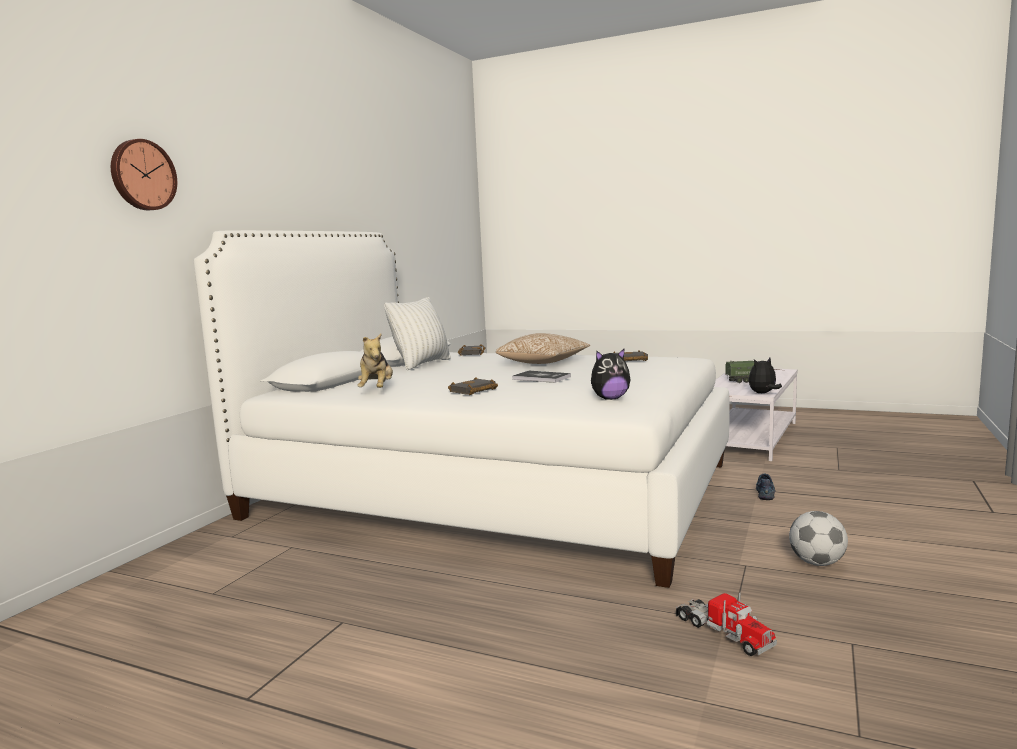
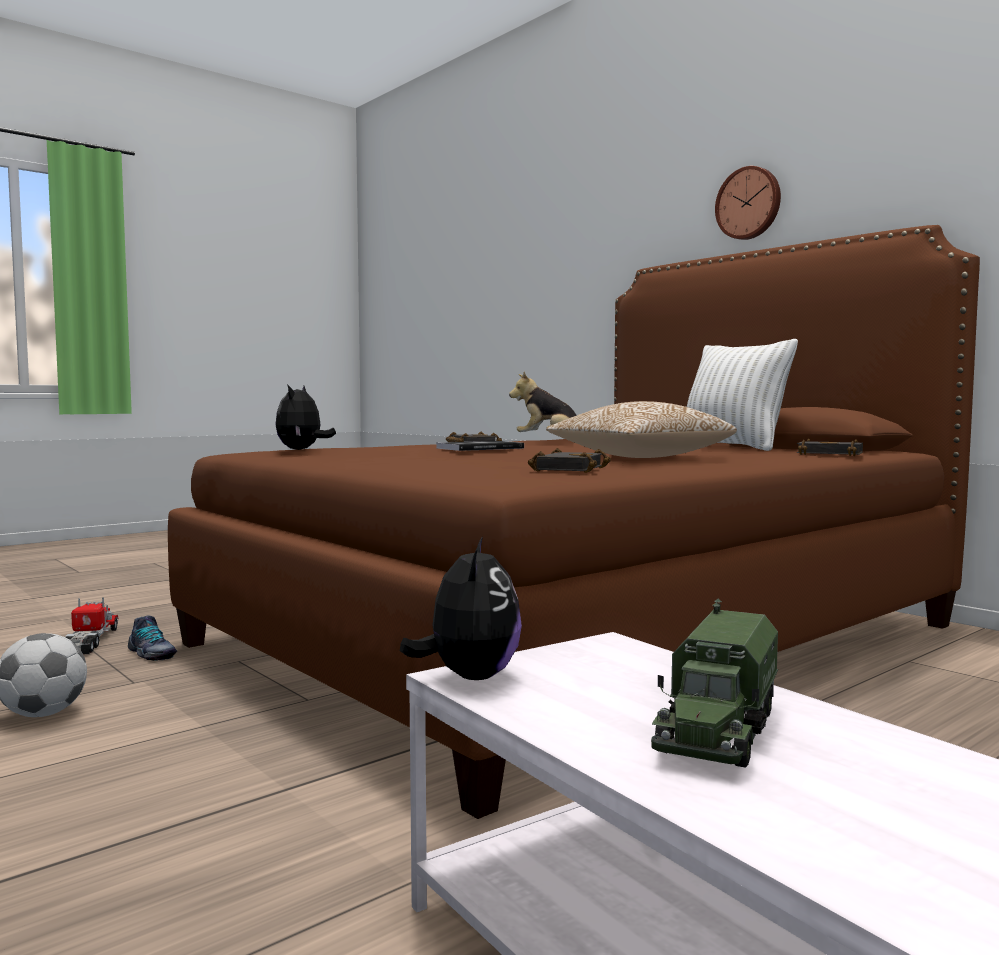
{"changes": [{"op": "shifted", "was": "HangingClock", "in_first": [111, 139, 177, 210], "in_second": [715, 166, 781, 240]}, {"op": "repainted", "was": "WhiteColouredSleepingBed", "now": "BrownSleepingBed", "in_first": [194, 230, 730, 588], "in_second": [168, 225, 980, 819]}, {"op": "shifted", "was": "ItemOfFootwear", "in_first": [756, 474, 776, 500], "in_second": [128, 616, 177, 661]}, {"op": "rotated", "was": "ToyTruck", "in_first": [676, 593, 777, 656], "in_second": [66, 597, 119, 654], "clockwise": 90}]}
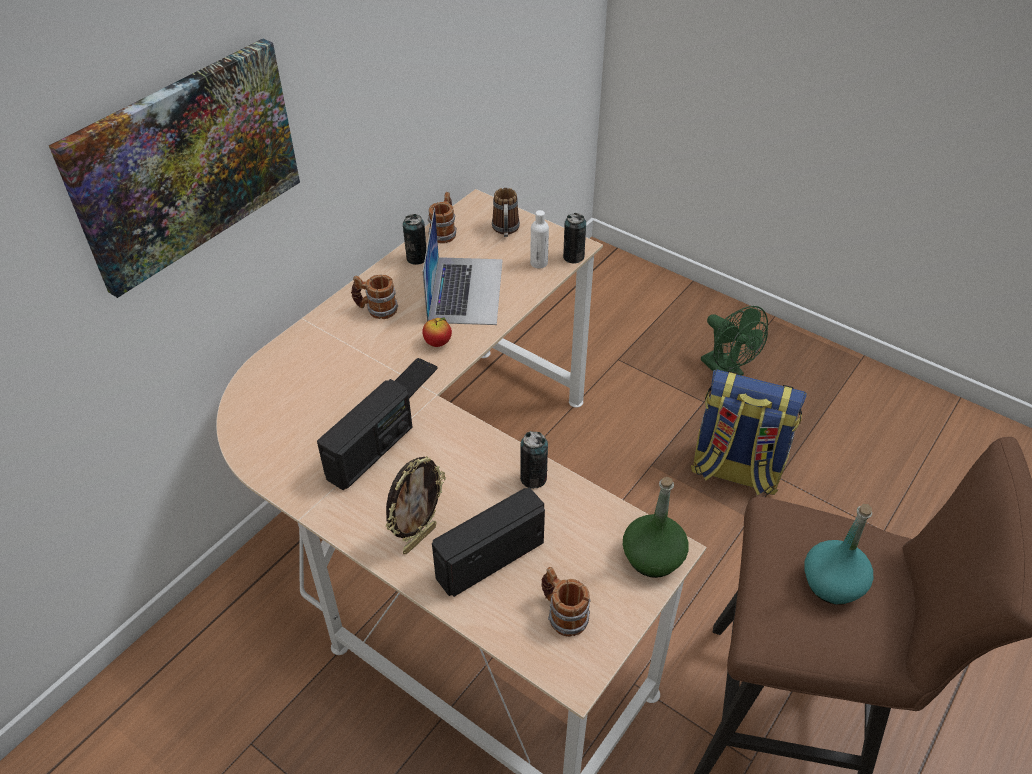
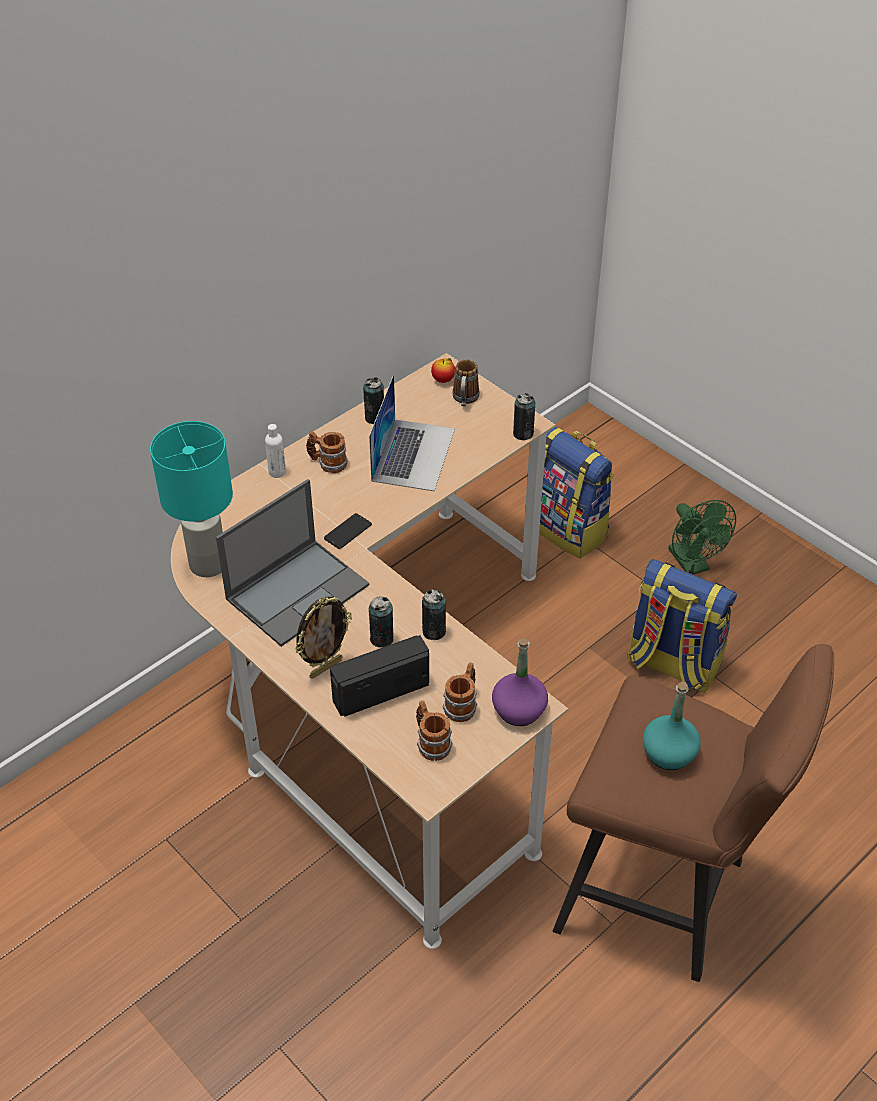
{"changes": [{"op": "gone", "was": "WallArt", "in_first": [49, 39, 300, 298]}, {"op": "shifted", "was": "Mug", "in_first": [428, 192, 457, 243], "in_second": [443, 662, 477, 722]}, {"op": "shifted", "was": "WhiteColouredBottle", "in_first": [530, 210, 549, 269], "in_second": [265, 424, 286, 478]}, {"op": "shifted", "was": "Apple", "in_first": [422, 317, 452, 347], "in_second": [431, 358, 455, 383]}, {"op": "swapped", "was": "RadioSet", "now": "Laptop", "in_first": [317, 379, 412, 490], "in_second": [216, 479, 369, 647]}, {"op": "repainted", "was": "GreenBottle", "now": "PurpleColouredBottle", "in_first": [623, 477, 689, 578], "in_second": [492, 638, 548, 726]}, {"op": "new", "now": "TurquoiseTabletopLamp", "in_second": [150, 421, 233, 577]}, {"op": "new", "now": "Rucksack", "in_second": [539, 426, 614, 558]}, {"op": "new", "now": "MetalCan", "in_second": [369, 596, 393, 648]}]}
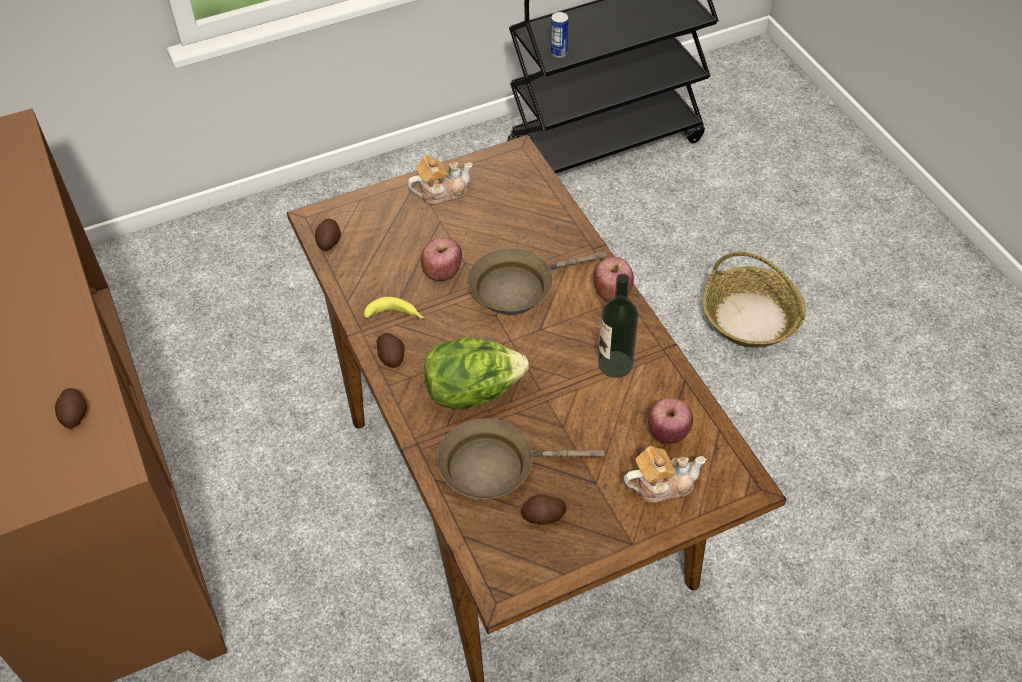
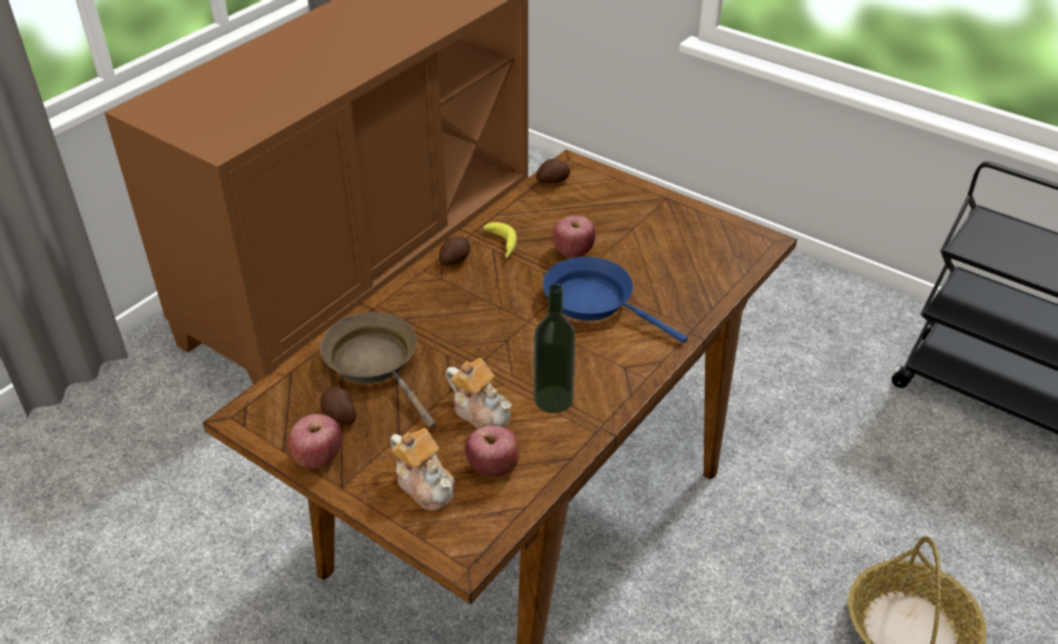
{"changes": [{"op": "gone", "was": "MetalCan", "in_first": [551, 12, 568, 58]}, {"op": "shifted", "was": "TeaPot", "in_first": [407, 155, 473, 205], "in_second": [446, 358, 512, 429]}, {"op": "repainted", "was": "BrownFryingPan", "now": "BlueColouredFryingPan", "in_first": [468, 248, 607, 315], "in_second": [543, 257, 688, 343]}, {"op": "shifted", "was": "Apple", "in_first": [593, 257, 634, 302], "in_second": [288, 414, 342, 469]}, {"op": "gone", "was": "HeadOfLettuce", "in_first": [424, 337, 529, 409]}, {"op": "gone", "was": "WholePotato", "in_first": [55, 388, 87, 429]}]}
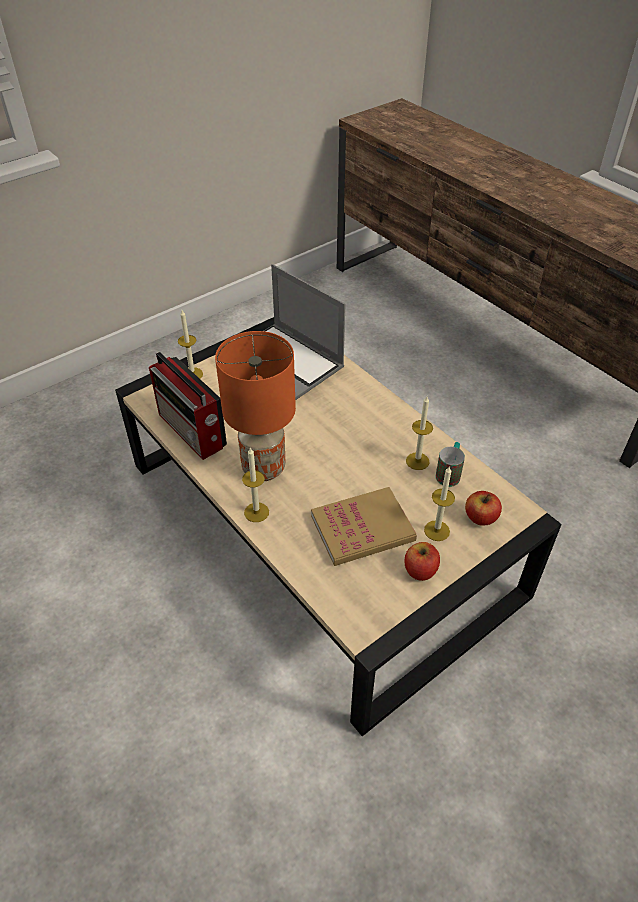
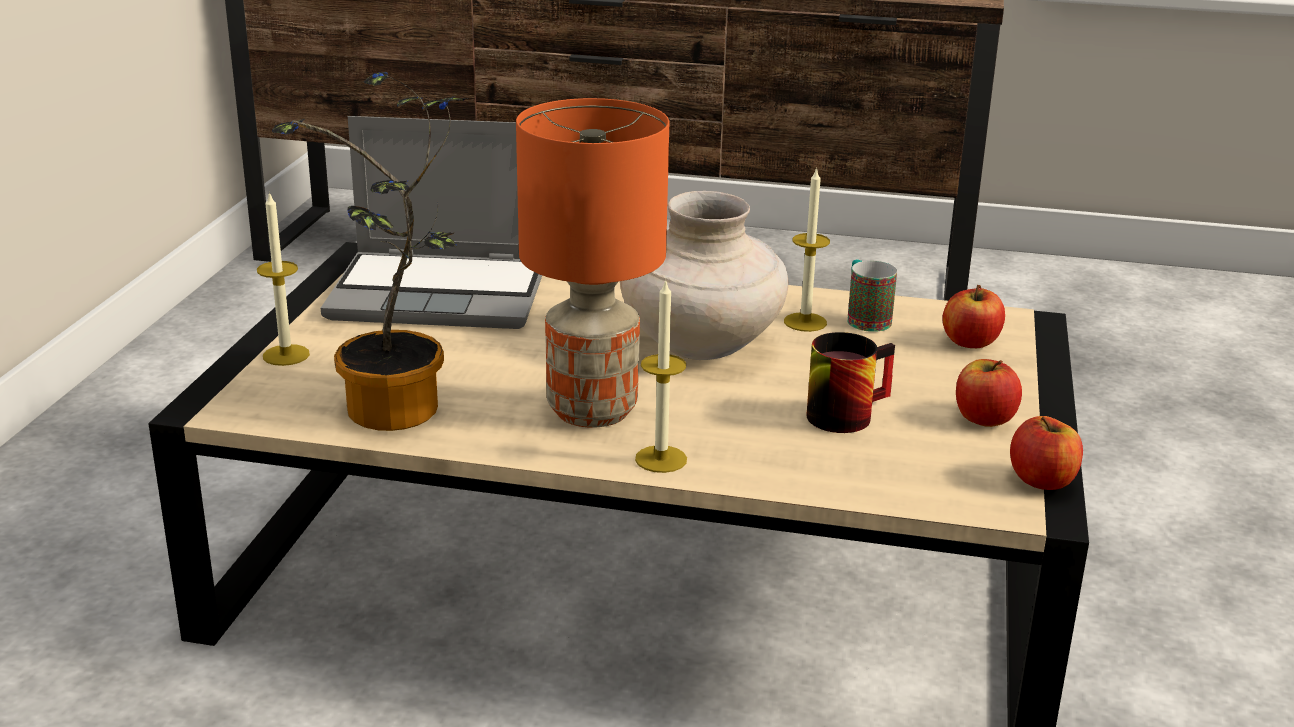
{"changes": [{"op": "swapped", "was": "RadioSet", "now": "PlantInAPot", "in_first": [149, 352, 227, 460], "in_second": [272, 72, 469, 431]}, {"op": "gone", "was": "Candle", "in_first": [424, 466, 455, 541]}, {"op": "swapped", "was": "Volume", "now": "Mug", "in_first": [311, 487, 417, 566], "in_second": [806, 332, 895, 433]}, {"op": "new", "now": "BeigeVase", "in_second": [620, 191, 788, 360]}, {"op": "new", "now": "Apple", "in_second": [1010, 416, 1083, 490]}]}
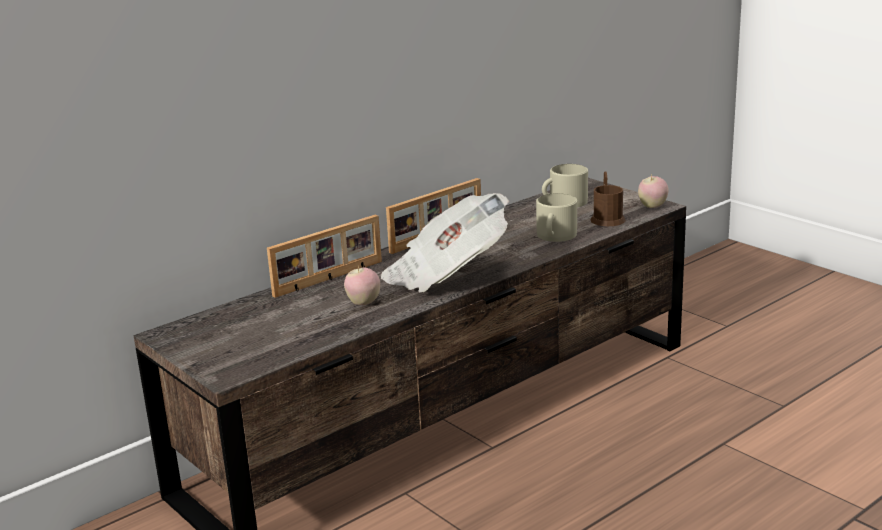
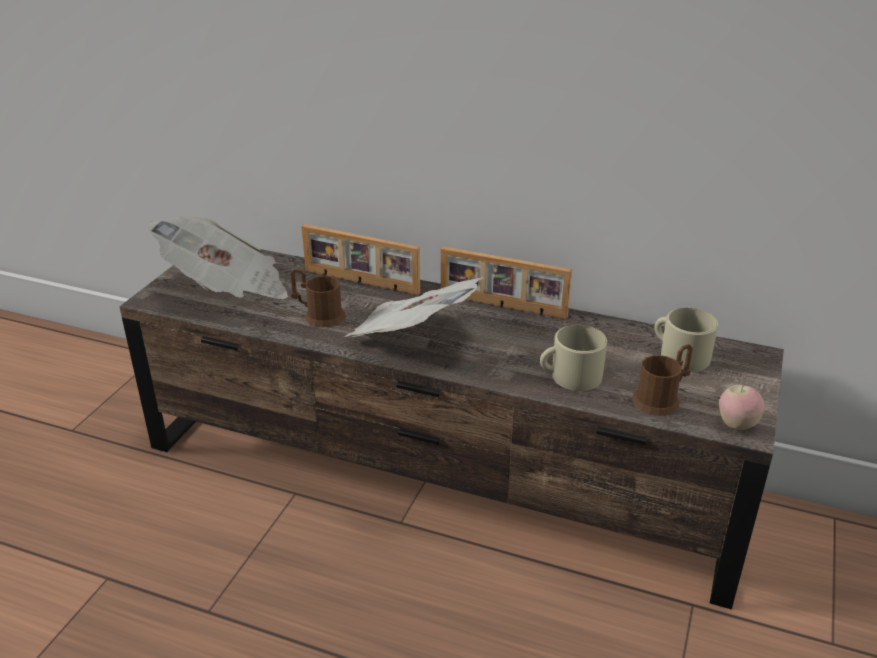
{"changes": [{"op": "swapped", "was": "Apple", "now": "BrownMug", "in_first": [344, 265, 380, 305], "in_second": [291, 269, 346, 327]}, {"op": "new", "now": "PrintedPaper", "in_second": [148, 217, 289, 299]}]}
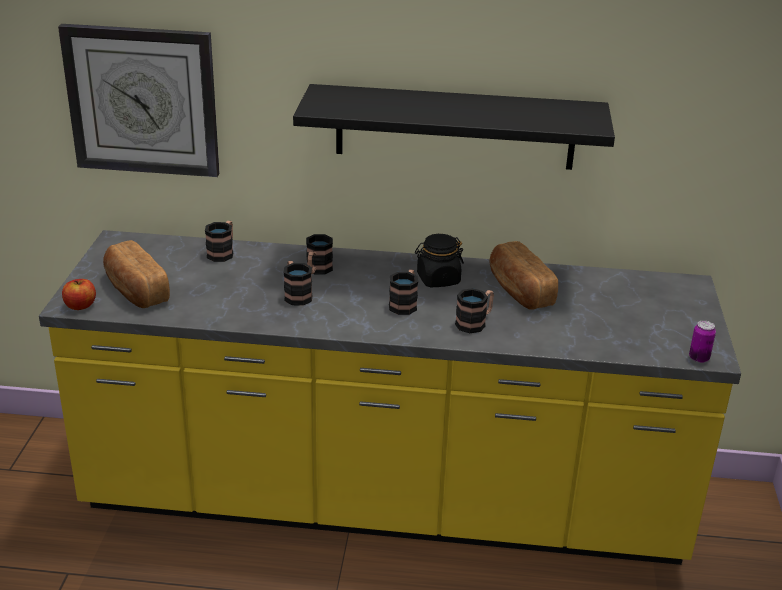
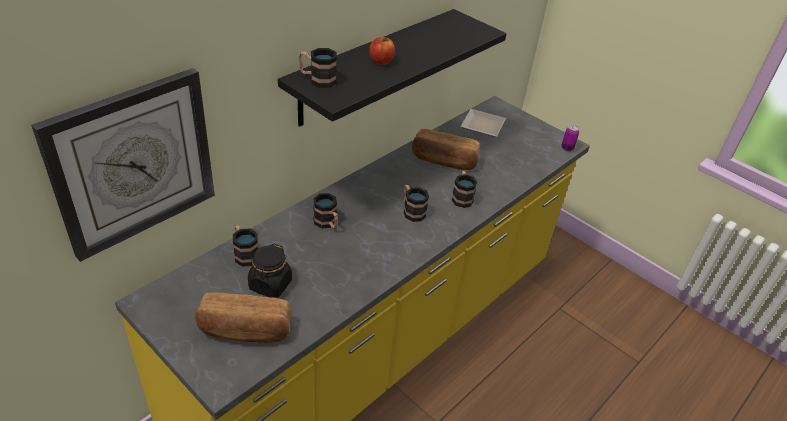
{"changes": [{"op": "shifted", "was": "BlackPreserveJar", "in_first": [415, 234, 464, 287], "in_second": [248, 244, 292, 298]}, {"op": "shifted", "was": "Mug", "in_first": [284, 261, 312, 306], "in_second": [299, 48, 337, 88]}, {"op": "shifted", "was": "Apple", "in_first": [62, 279, 96, 310], "in_second": [369, 37, 395, 65]}, {"op": "new", "now": "DinnerPlate", "in_second": [460, 109, 506, 137]}]}
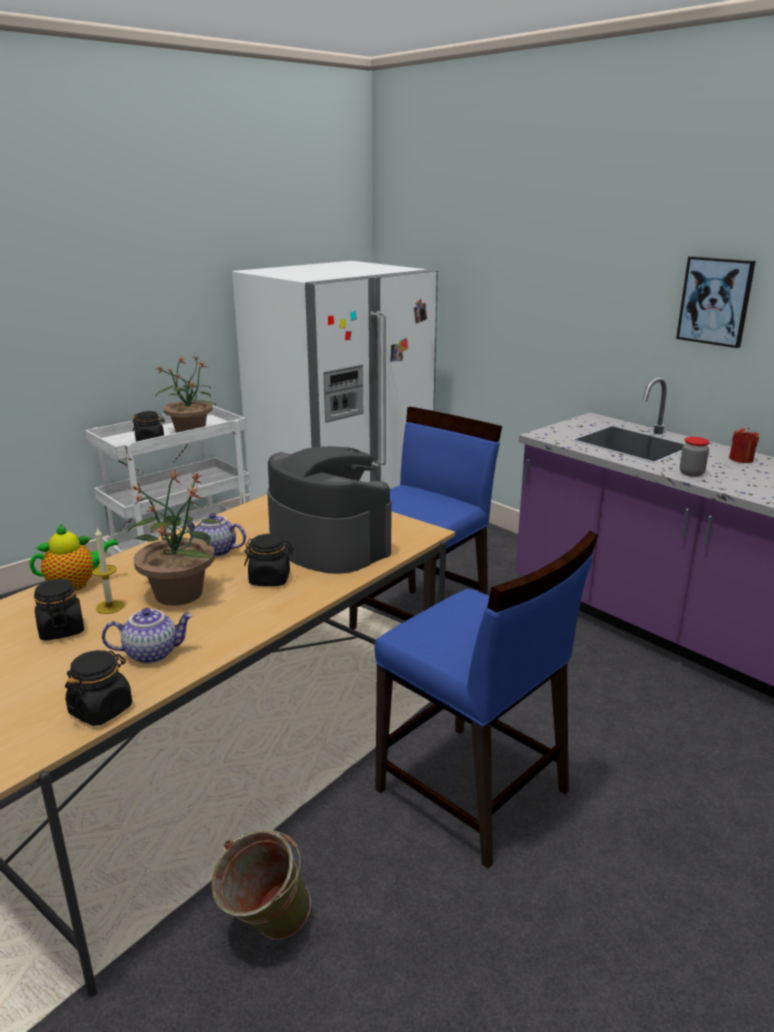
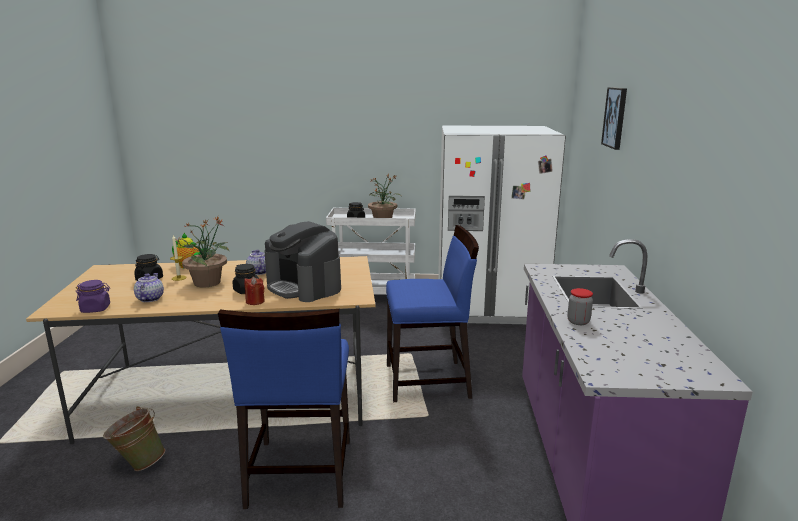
{"changes": [{"op": "shifted", "was": "WallArt", "in_first": [676, 256, 756, 348], "in_second": [601, 87, 627, 150]}, {"op": "shifted", "was": "RedCandle", "in_first": [729, 427, 759, 463], "in_second": [244, 277, 265, 305]}, {"op": "rotated", "was": "CoffeeBrewer", "in_first": [267, 446, 391, 574], "in_second": [264, 221, 341, 302], "clockwise": 135}, {"op": "rotated", "was": "TeaPot", "in_first": [102, 608, 193, 664], "in_second": [134, 273, 164, 302], "clockwise": -120}, {"op": "repainted", "was": "BlackPreserveJar", "now": "PurpleColouredPreserveJar", "in_first": [65, 650, 132, 726], "in_second": [75, 280, 110, 313]}]}
